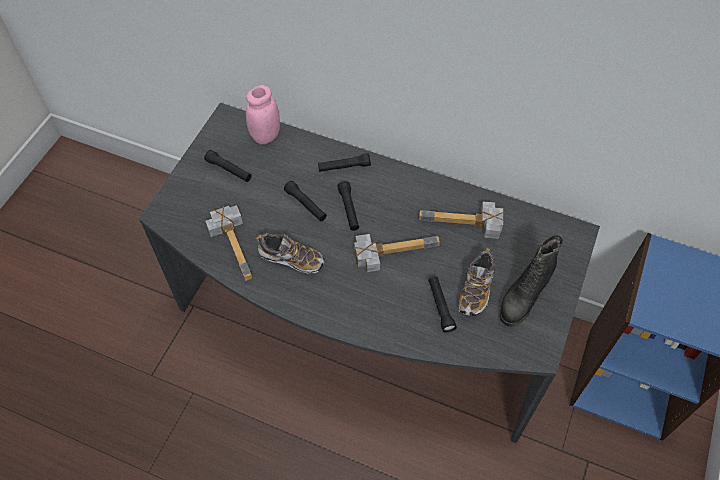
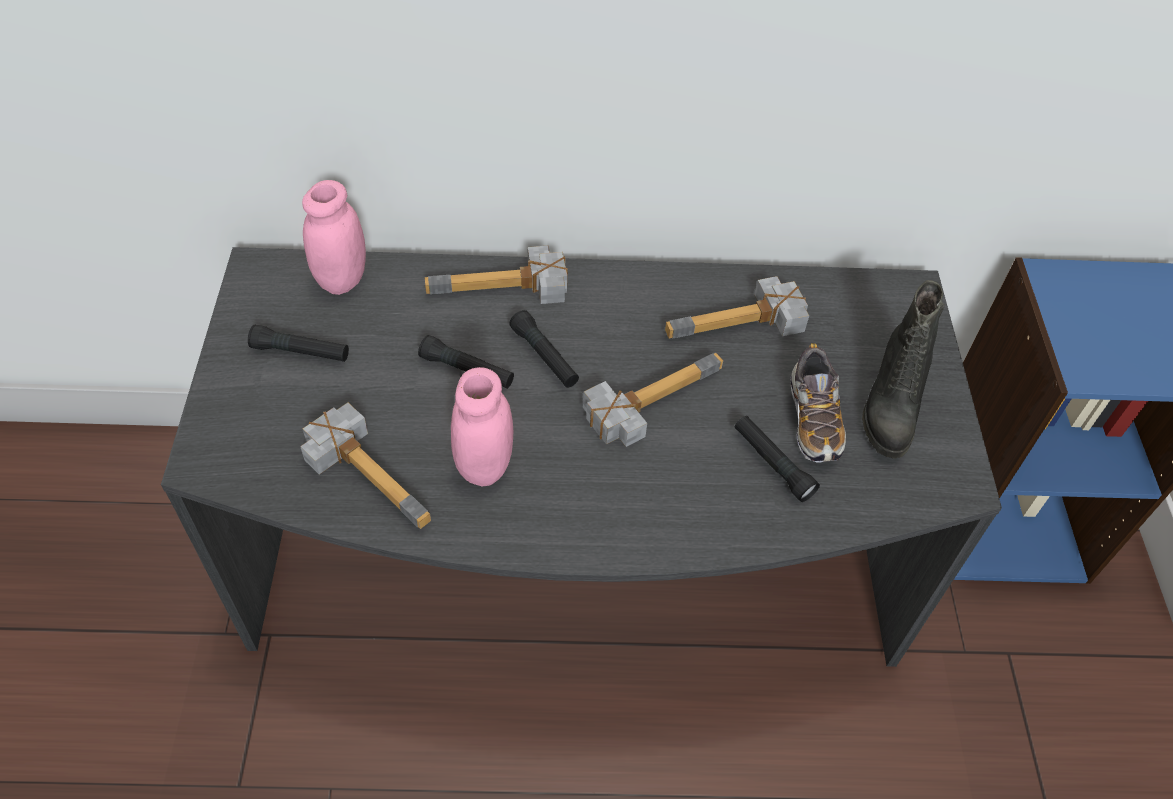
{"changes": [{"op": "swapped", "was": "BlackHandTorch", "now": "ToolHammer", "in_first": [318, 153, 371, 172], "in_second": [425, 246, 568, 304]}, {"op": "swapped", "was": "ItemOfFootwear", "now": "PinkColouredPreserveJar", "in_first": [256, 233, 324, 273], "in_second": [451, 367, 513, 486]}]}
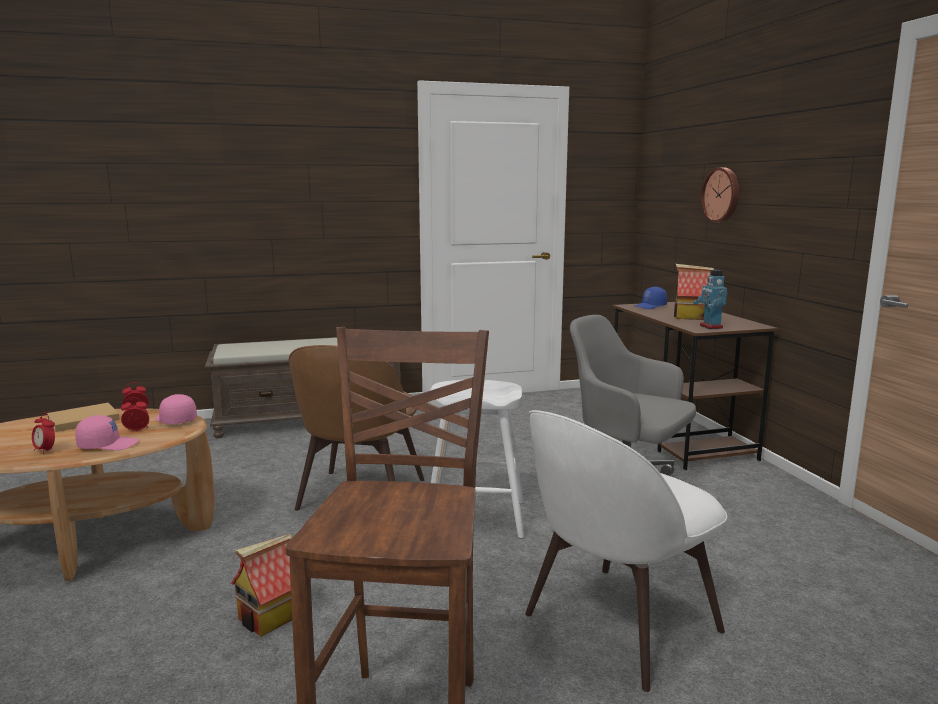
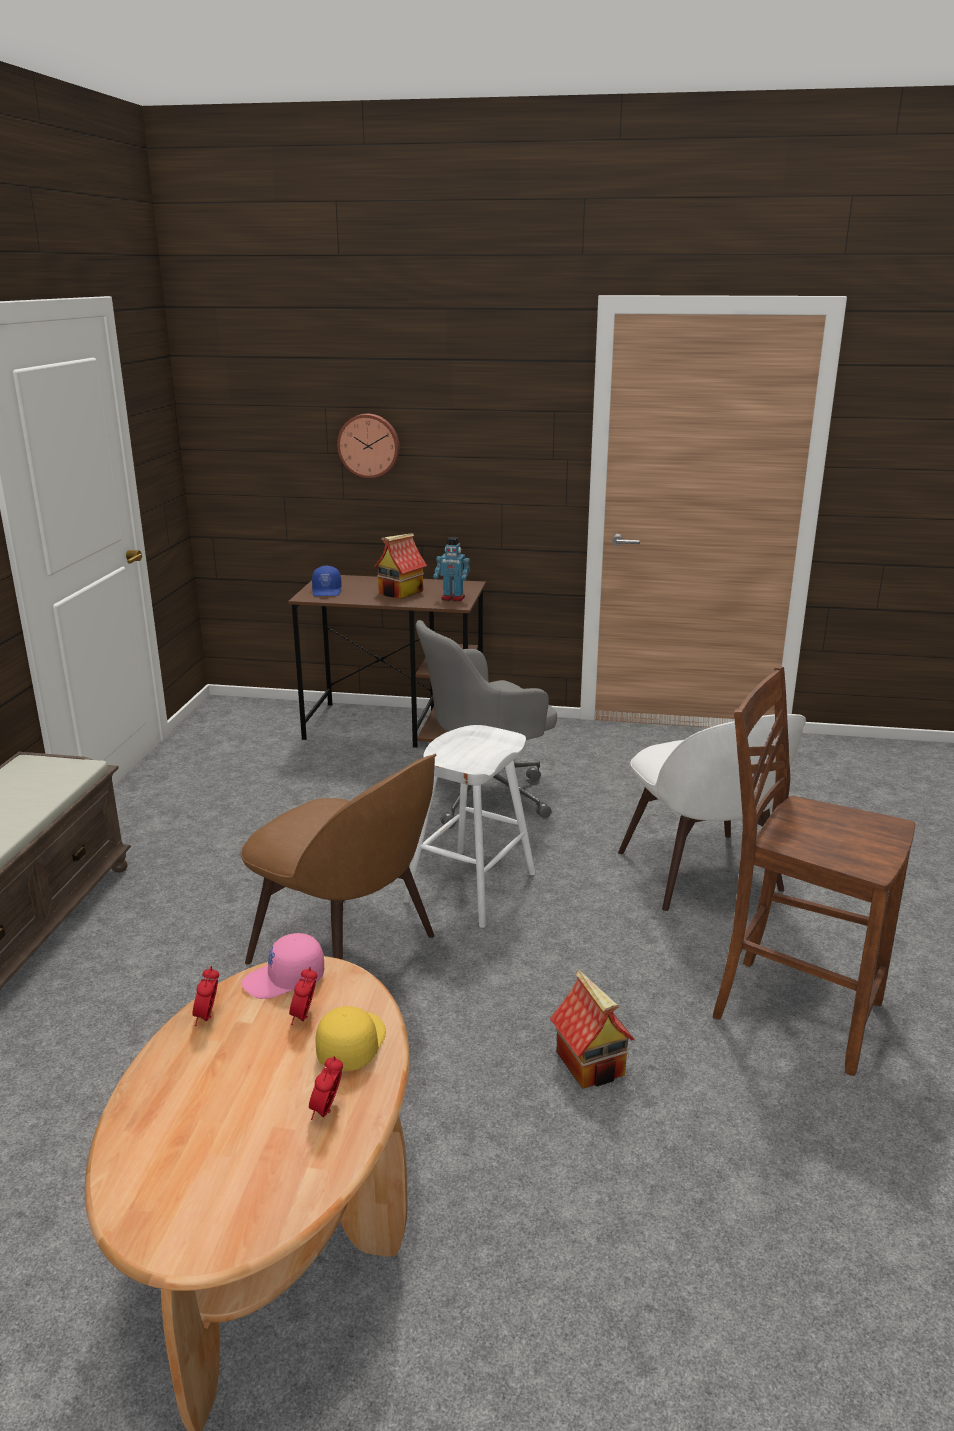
{"changes": [{"op": "gone", "was": "BeigeVolume", "in_first": [47, 403, 120, 432]}, {"op": "rotated", "was": "BedsideClock", "in_first": [32, 412, 55, 455], "in_second": [309, 1056, 343, 1120], "clockwise": 135}, {"op": "repainted", "was": "PinkColouredCap", "now": "YellowColouredCap", "in_first": [75, 415, 139, 451], "in_second": [315, 1006, 386, 1071]}]}
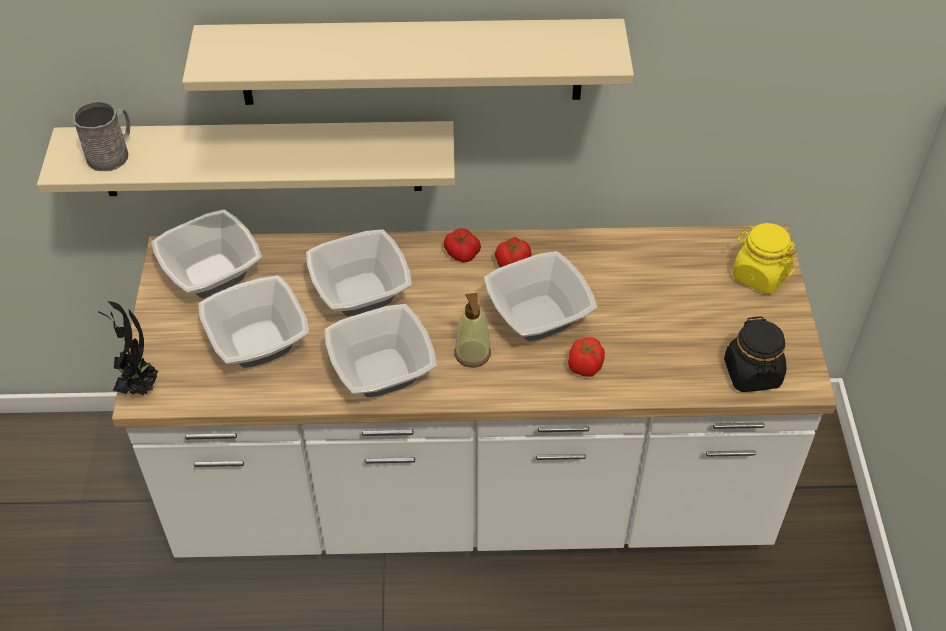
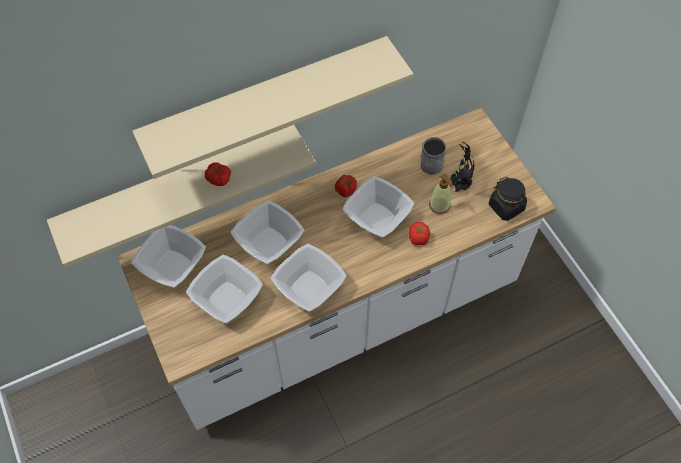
{"changes": [{"op": "shifted", "was": "GreyMug", "in_first": [73, 100, 130, 171], "in_second": [421, 137, 446, 175]}, {"op": "gone", "was": "YellowColouredPreserveJar", "in_first": [732, 223, 797, 294]}, {"op": "shifted", "was": "WholeTomato", "in_first": [444, 228, 481, 262], "in_second": [205, 162, 231, 186]}, {"op": "shifted", "was": "SoapBottle", "in_first": [454, 293, 491, 367], "in_second": [429, 174, 453, 214]}, {"op": "shifted", "was": "PlantInAPot", "in_first": [98, 301, 159, 395], "in_second": [450, 142, 474, 192]}]}
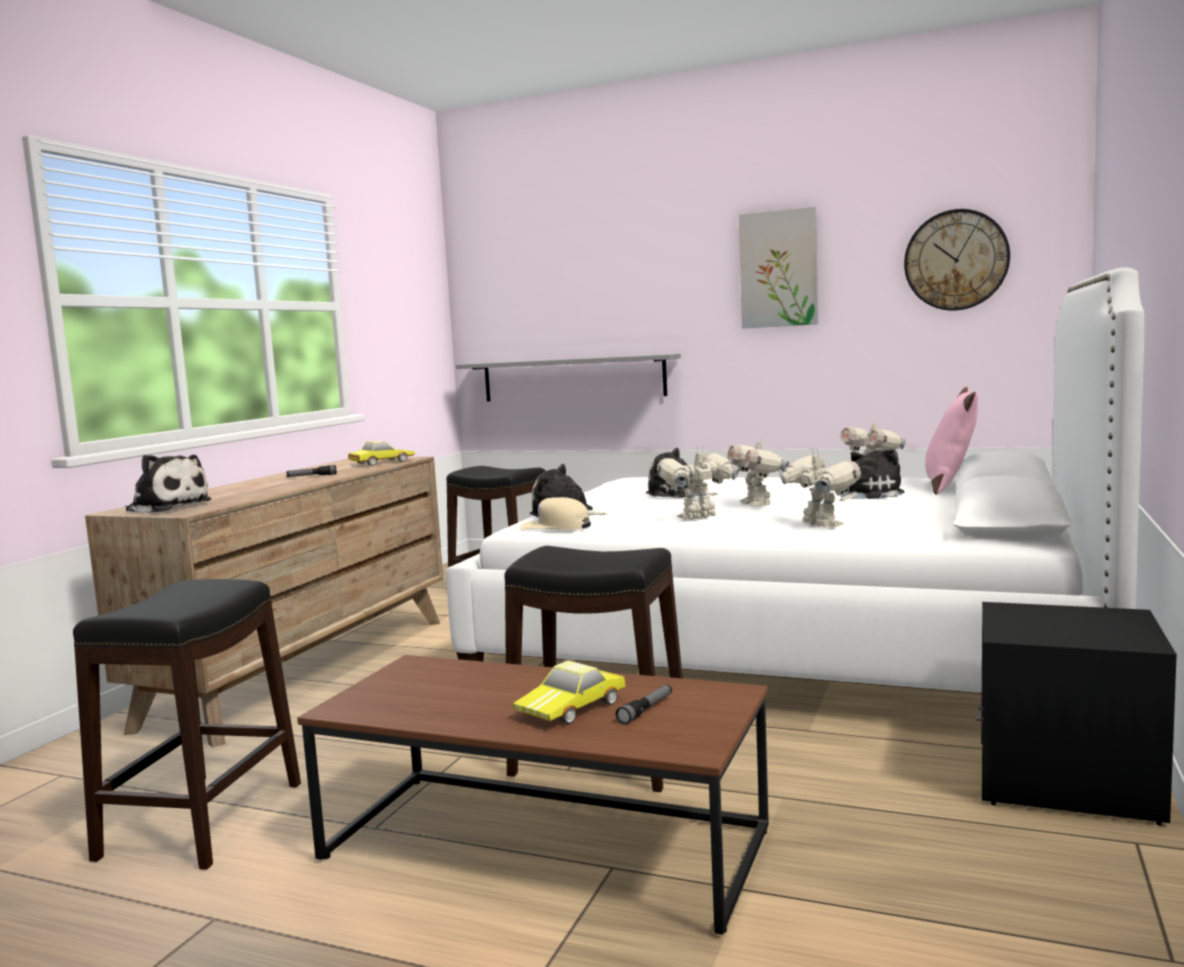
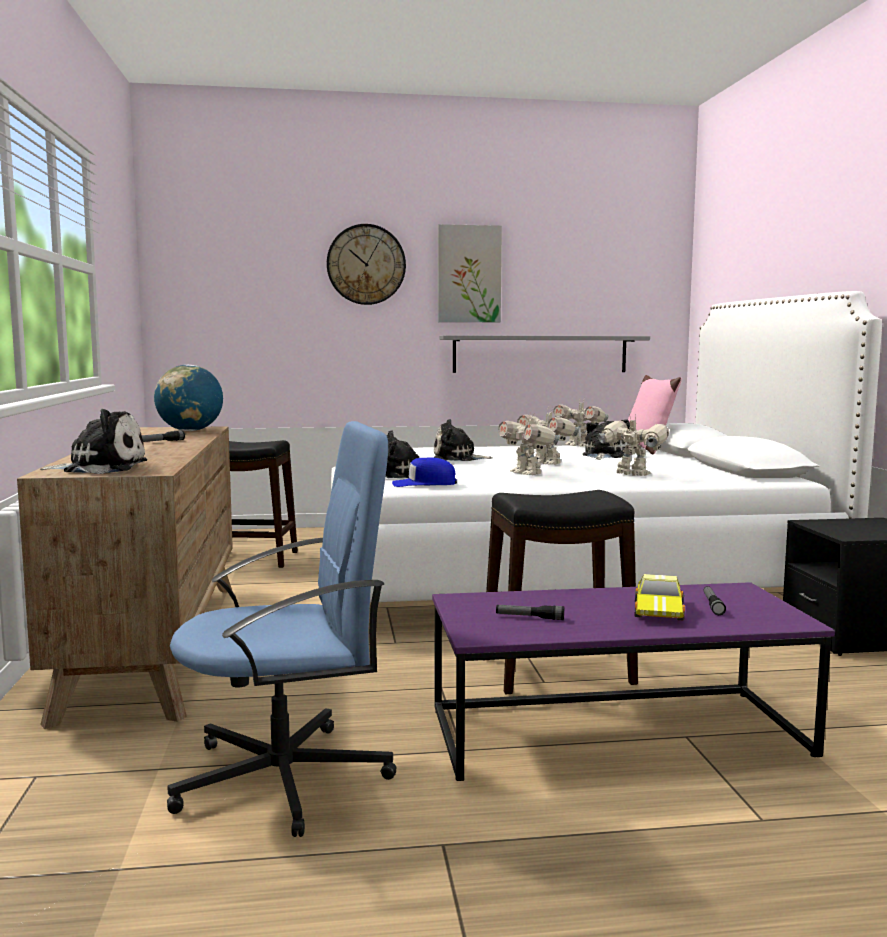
{"changes": [{"op": "shifted", "was": "HangingClock", "in_first": [904, 209, 1010, 310], "in_second": [327, 224, 406, 305]}, {"op": "shifted", "was": "GreyWallShelf", "in_first": [456, 353, 681, 401], "in_second": [439, 335, 650, 373]}, {"op": "swapped", "was": "MiniatureCar", "now": "Globe", "in_first": [348, 441, 415, 466], "in_second": [154, 365, 223, 431]}, {"op": "rotated", "was": "ModelRobot", "in_first": [657, 446, 740, 520], "in_second": [498, 415, 560, 475], "clockwise": -60}, {"op": "repainted", "was": "BeigeCap", "now": "BlueColouredCap", "in_first": [519, 497, 591, 530], "in_second": [392, 457, 457, 487]}, {"op": "swapped", "was": "BlackStool", "now": "BlueColouredDeskChair", "in_first": [73, 579, 301, 870], "in_second": [167, 421, 397, 837]}, {"op": "repainted", "was": "BrownLowTable", "now": "PurpleColouredLowTable", "in_first": [297, 655, 769, 935], "in_second": [432, 582, 835, 781]}, {"op": "new", "now": "HandTorch", "in_second": [496, 605, 564, 620]}]}
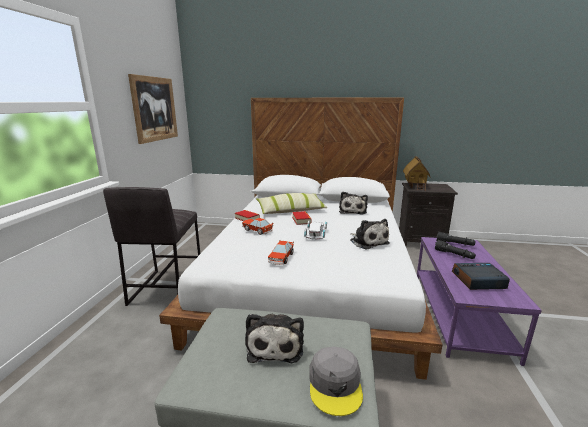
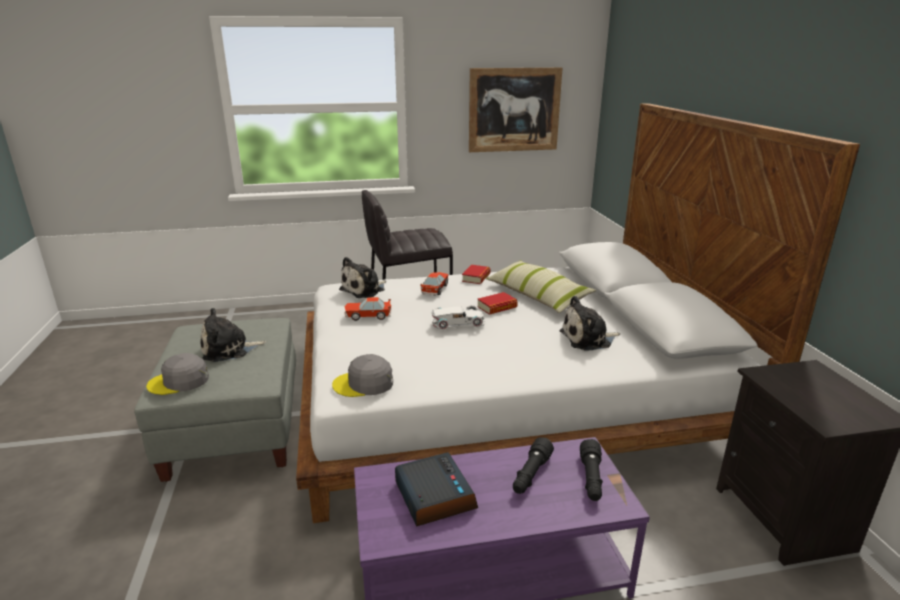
{"changes": [{"op": "gone", "was": "ModelHouse", "in_first": [403, 156, 431, 191]}, {"op": "shifted", "was": "SoftToy", "in_first": [350, 219, 390, 250], "in_second": [339, 257, 386, 298]}, {"op": "new", "now": "GreyCap", "in_second": [332, 354, 393, 397]}]}
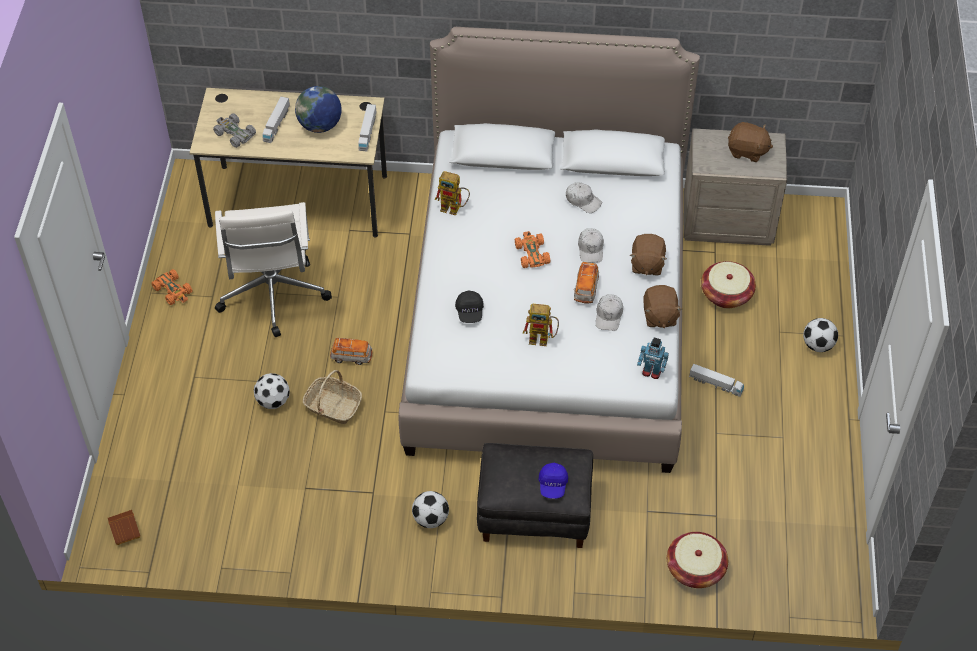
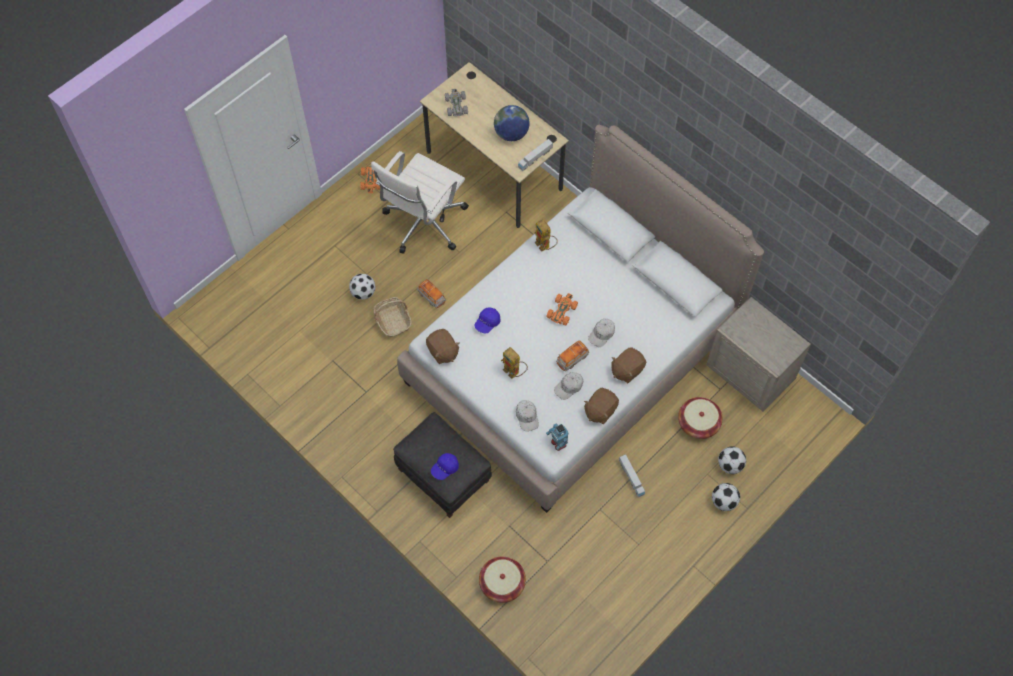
{"changes": [{"op": "gone", "was": "ToyTruck", "in_first": [262, 97, 290, 143]}, {"op": "shifted", "was": "BrownSoftToy", "in_first": [728, 122, 773, 162], "in_second": [426, 329, 459, 364]}, {"op": "shifted", "was": "WhiteColouredCap", "in_first": [566, 182, 602, 213], "in_second": [516, 400, 539, 431]}, {"op": "repainted", "was": "BlackCap", "now": "BlueColouredCap", "in_first": [455, 290, 484, 323], "in_second": [475, 307, 500, 333]}, {"op": "shifted", "was": "FootballBall", "in_first": [412, 491, 449, 528], "in_second": [718, 446, 746, 474]}, {"op": "gone", "was": "ModelHouse", "in_first": [108, 510, 140, 545]}]}
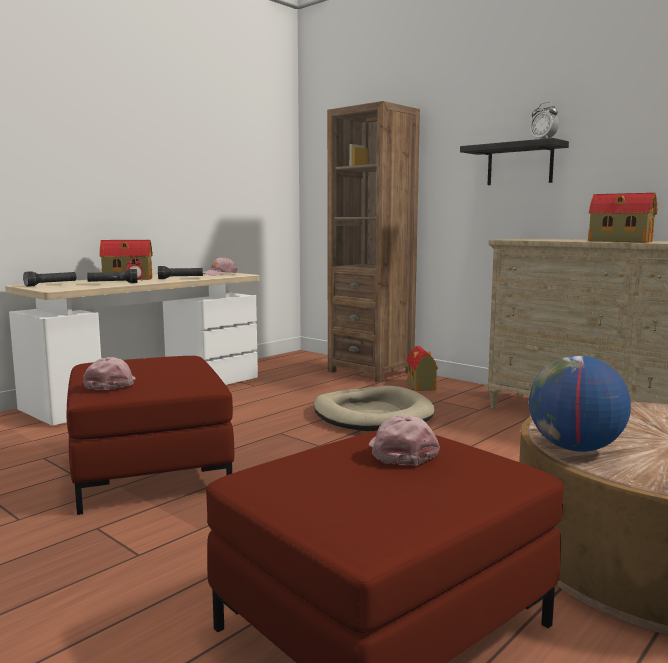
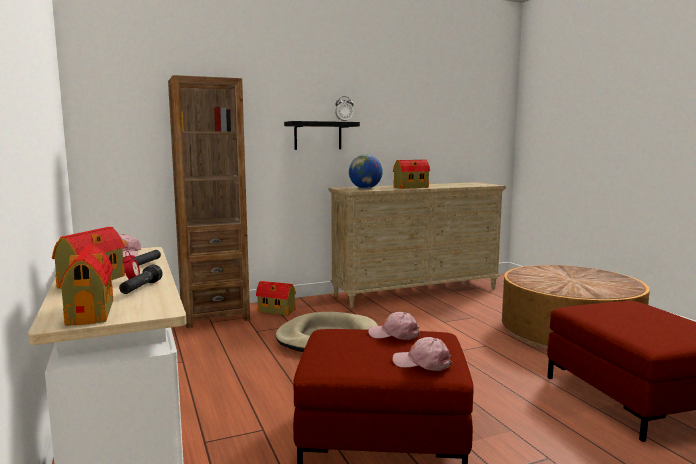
{"changes": [{"op": "swapped", "was": "BlackHandTorch", "now": "ModelHouse", "in_first": [23, 271, 77, 287], "in_second": [59, 244, 113, 326]}, {"op": "shifted", "was": "Globe", "in_first": [529, 356, 631, 452], "in_second": [349, 155, 383, 189]}, {"op": "shifted", "was": "PinkColouredCap", "in_first": [369, 415, 440, 466], "in_second": [368, 312, 420, 340]}]}
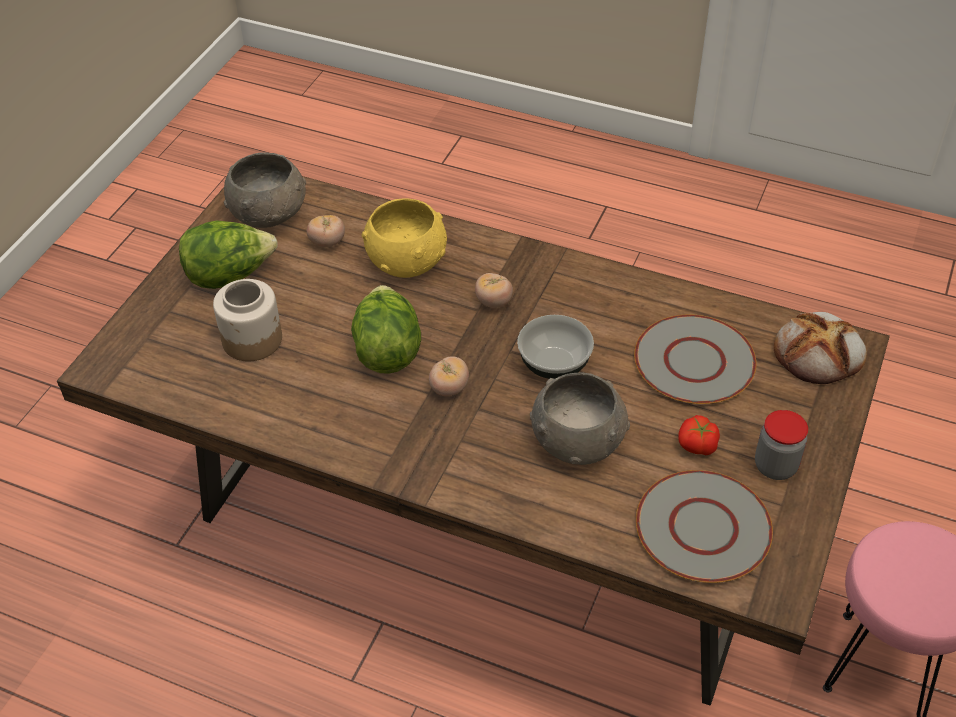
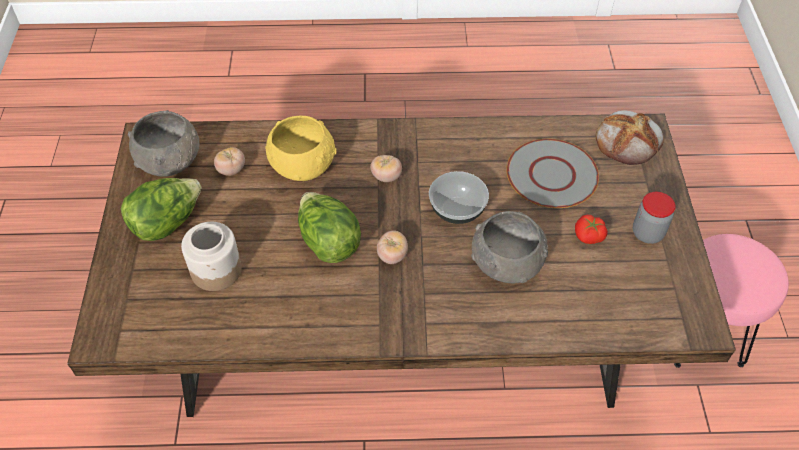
{"changes": [{"op": "gone", "was": "GreyDinnerPlate", "in_first": [636, 470, 773, 583]}]}
